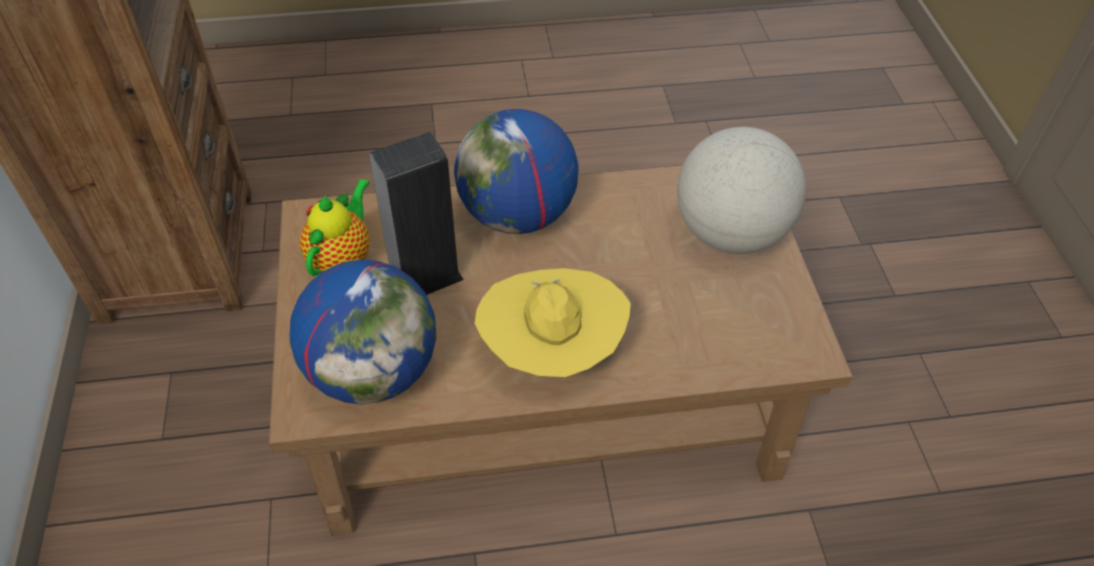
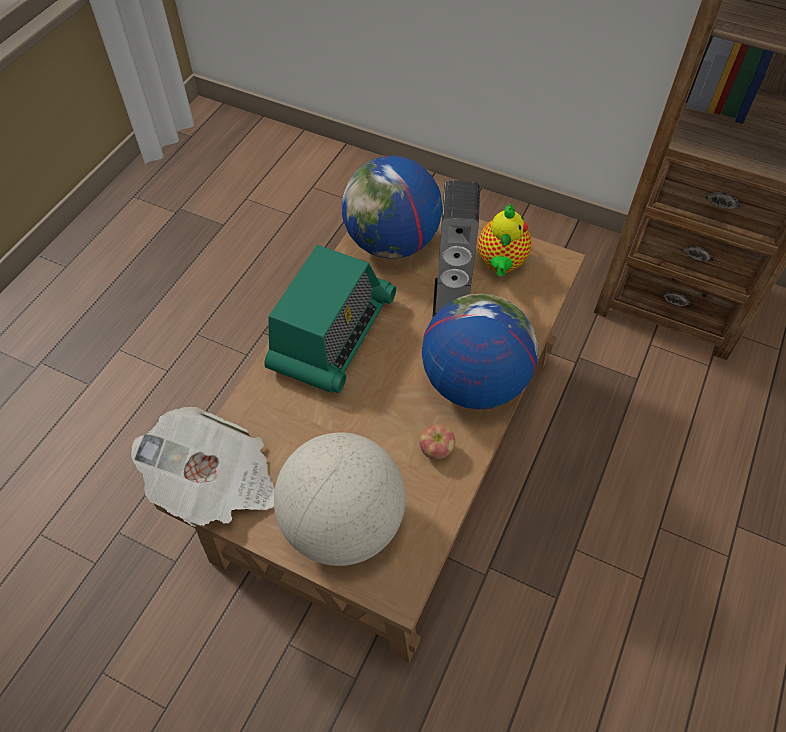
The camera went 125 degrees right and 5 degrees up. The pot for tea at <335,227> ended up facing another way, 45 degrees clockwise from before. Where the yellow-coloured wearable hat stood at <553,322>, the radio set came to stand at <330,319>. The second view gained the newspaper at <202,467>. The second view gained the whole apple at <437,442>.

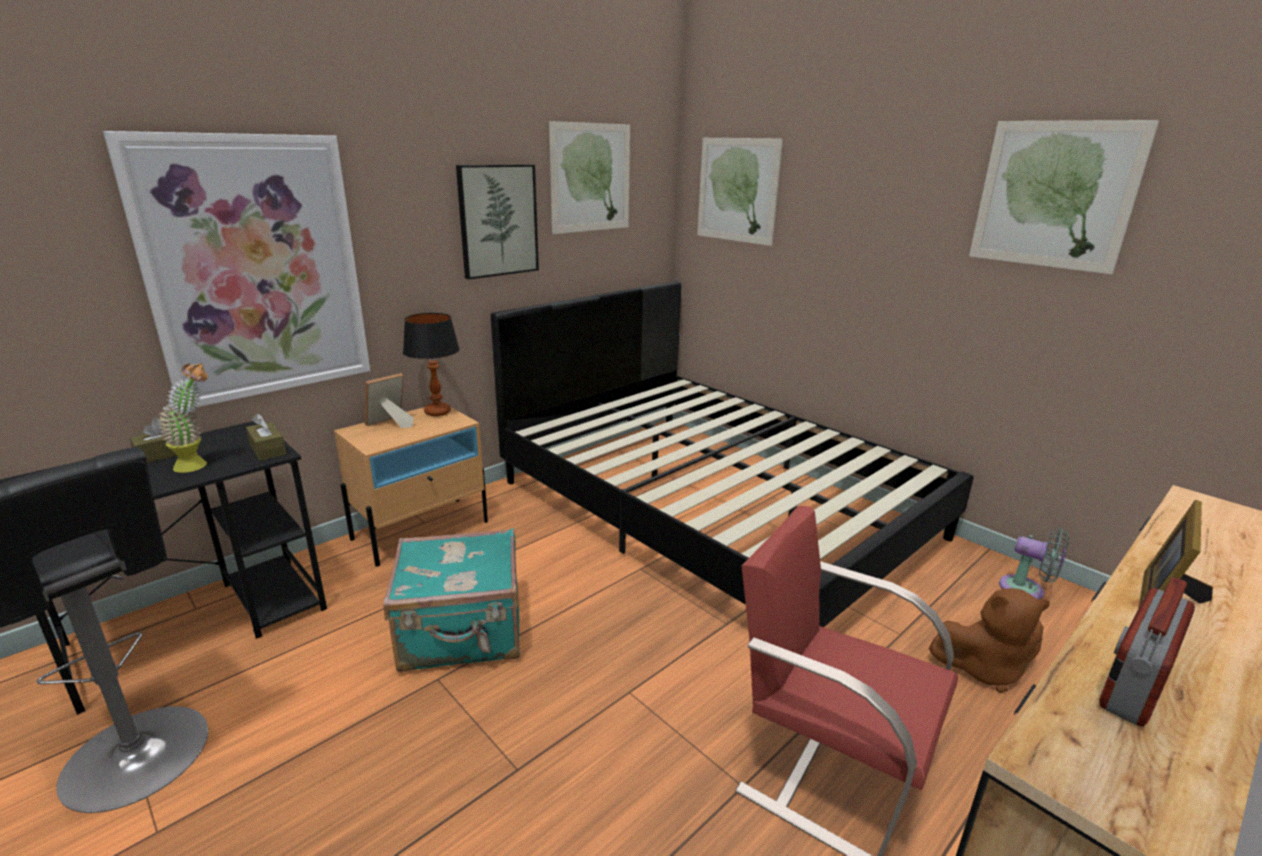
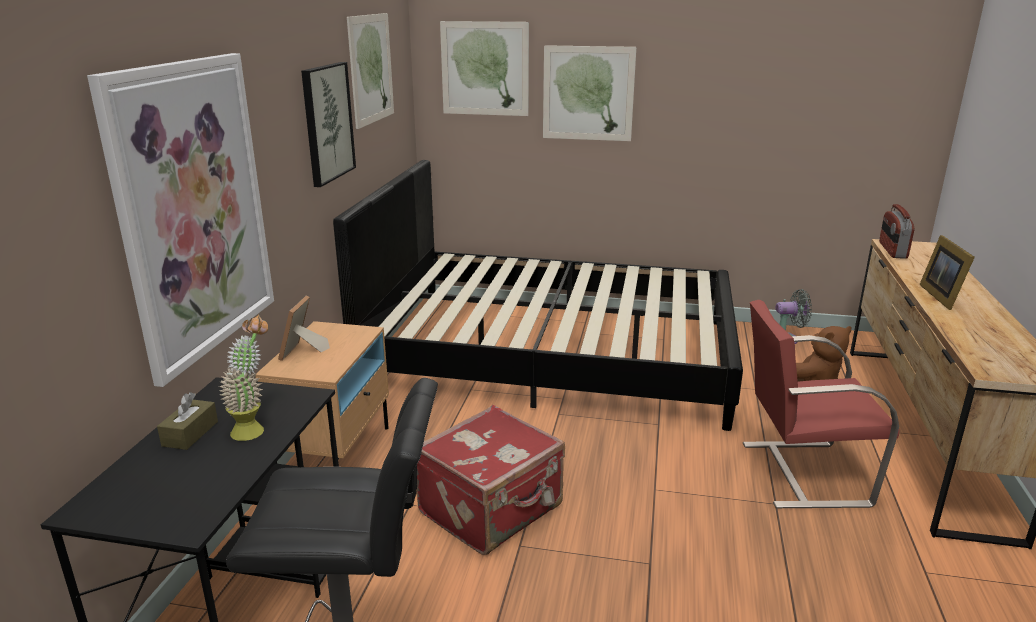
The camera went 35 degrees left and 0 degrees up. The second view lost the brown-coloured box of tissues at <266,437>. What was the turquoise-coloured travel case at <451,600> turned into the red travel case at <491,480>. The second view lost the table lamp at <431,364>. The wall picture ended up elsewhere, having gone from <1064,197> to <590,93>. The radio set ended up elsewhere, having gone from <1147,652> to <897,231>.

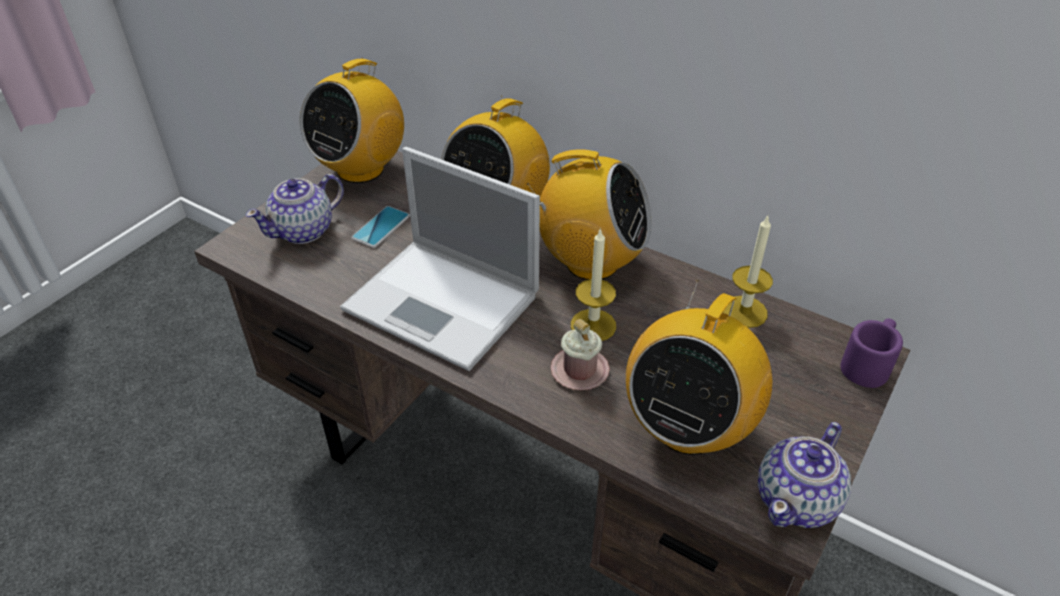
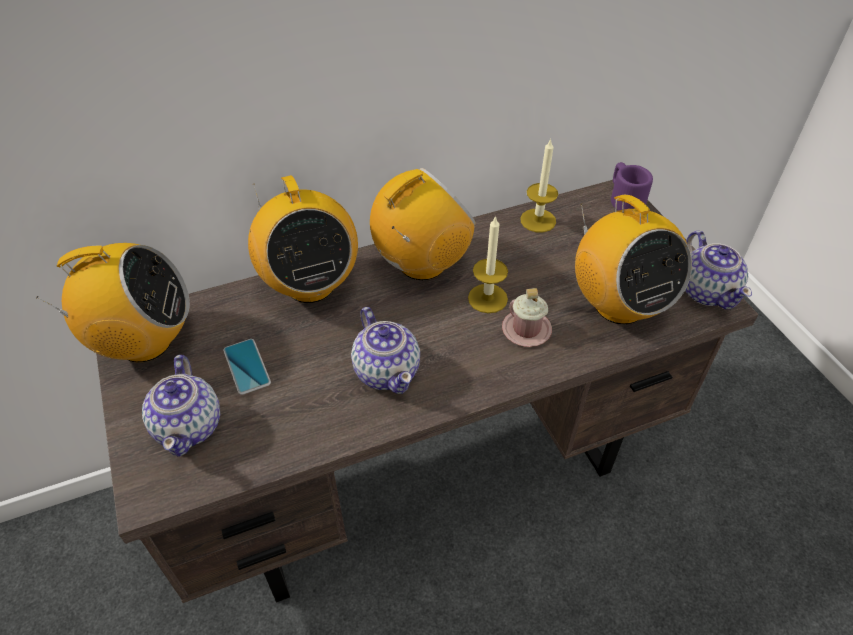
The camera went 55 degrees left and 5 degrees up. The radio set at <352,120> ended up facing another way, 75 degrees counterclockwise from before. Where the laptop stood at <440,259>, the pot for tea came to stand at <385,350>.

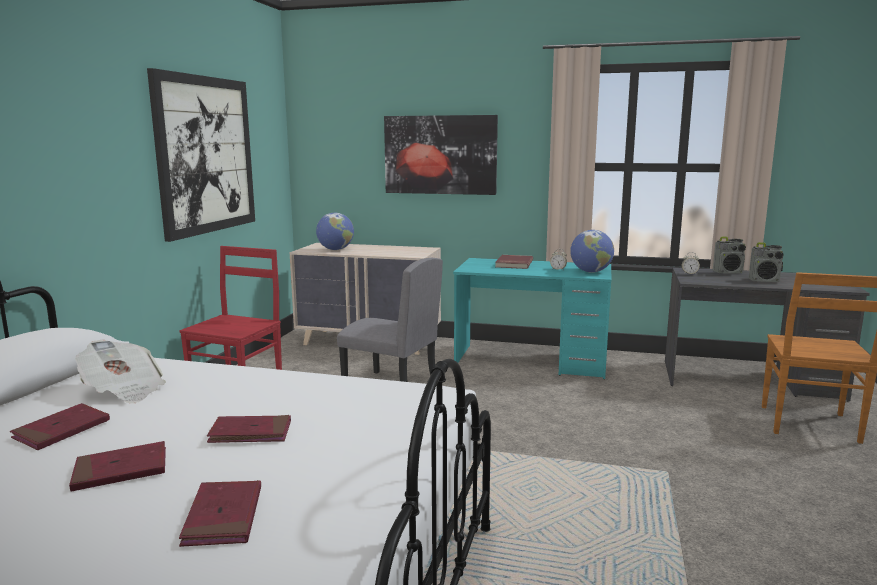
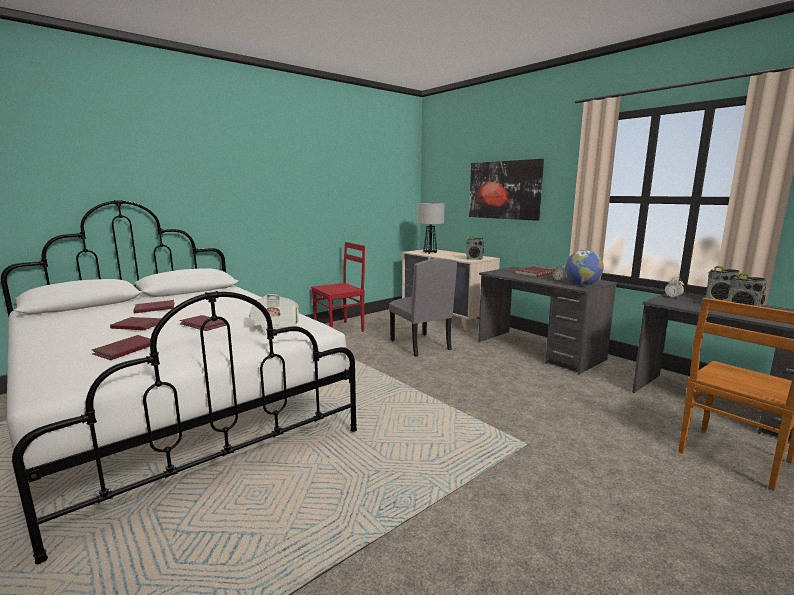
The camera went 35 degrees right and 0 degrees up. The newspaper ended up elsewhere, having gone from <120,371> to <274,314>. The second view lost the wall picture at <201,155>. Where the globe stood at <335,231>, the table lamp came to stand at <431,228>. What was the turquoise-coloured desk table at <532,318> turned into the gray desk table at <547,320>. The second view gained the radio set at <475,248>.

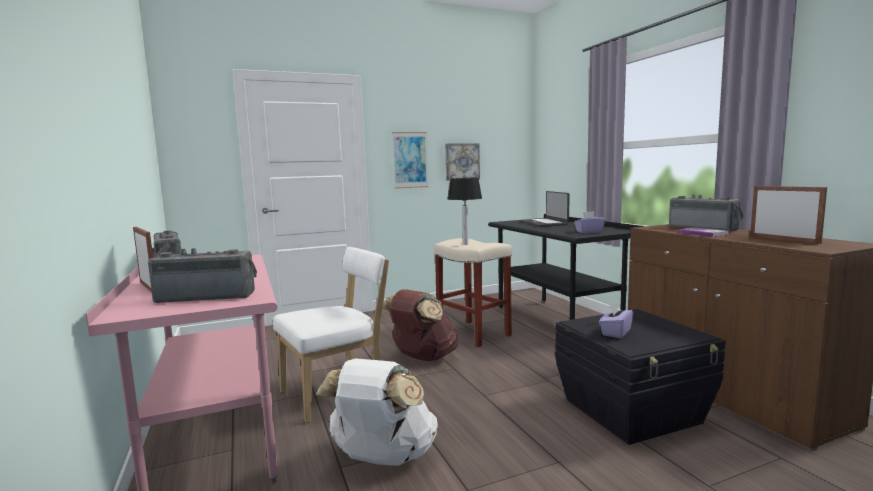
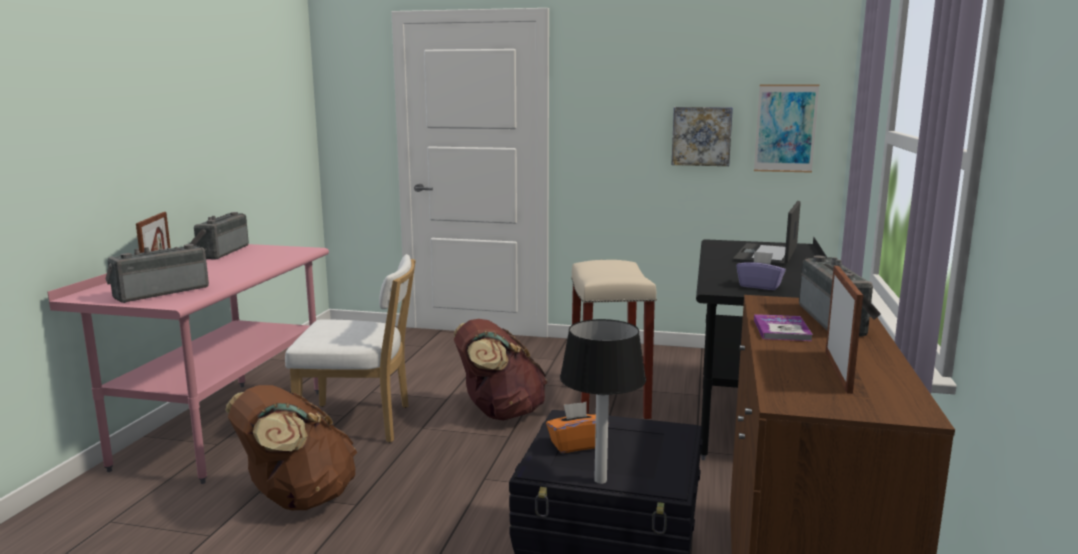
The camera went 35 degrees right and 5 degrees up. The radio set at <202,275> ended up facing another way, 75 degrees counterclockwise from before. What was the white knapsack at <377,412> turned into the brown-coloured knapsack at <291,447>. The wall picture ended up elsewhere, having gone from <410,160> to <786,129>. The table lamp ended up elsewhere, having gone from <465,211> to <603,401>. What was the purple box of tissues at <616,320> turned into the orange-coloured box of tissues at <571,427>.

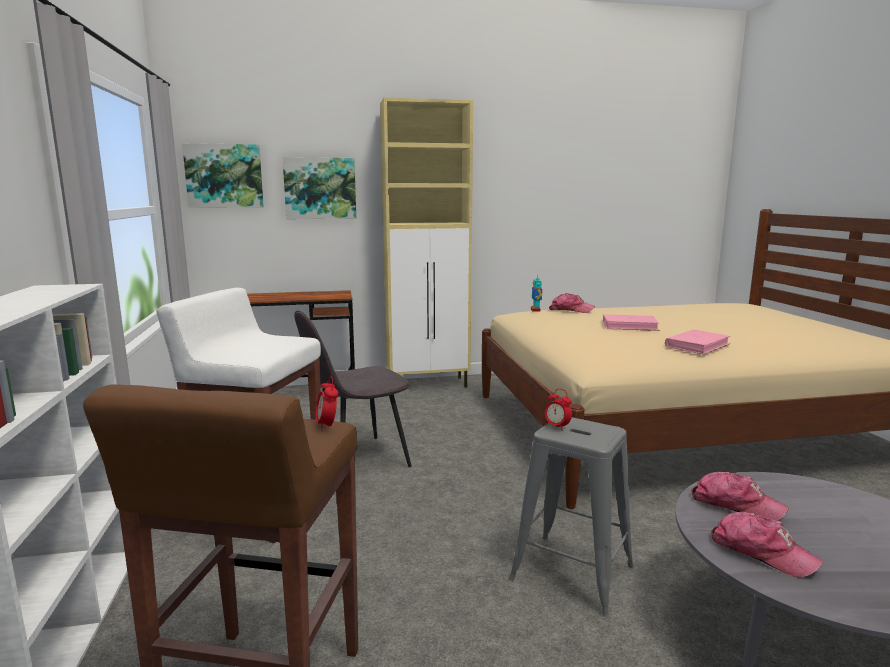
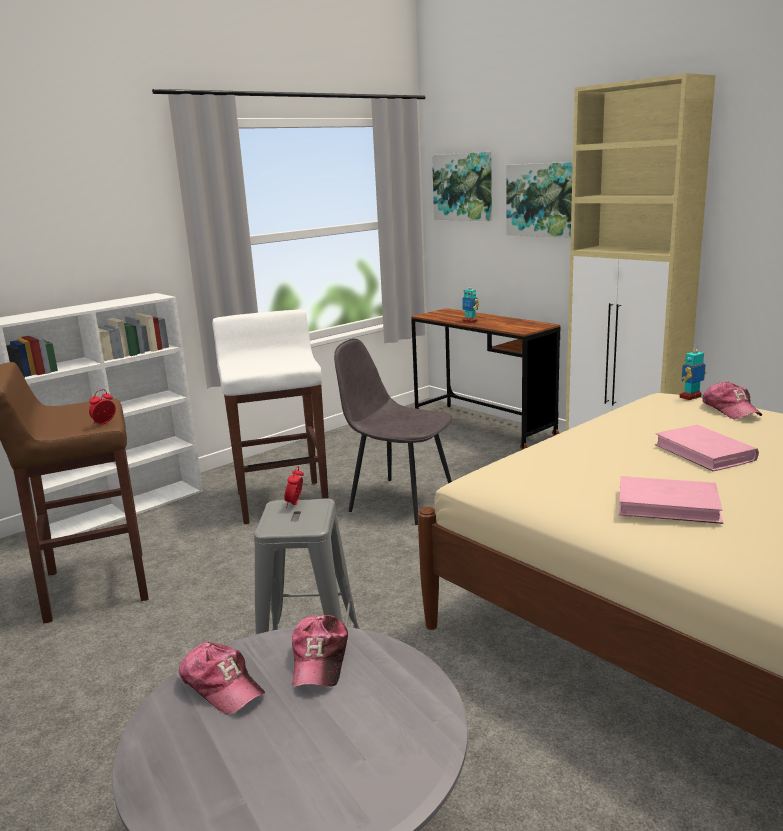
The camera went 60 degrees right and 5 degrees up. The peaked cap at <767,545> ended up facing another way, 60 degrees counterclockwise from before. The second view gained the robot figure at <470,304>.

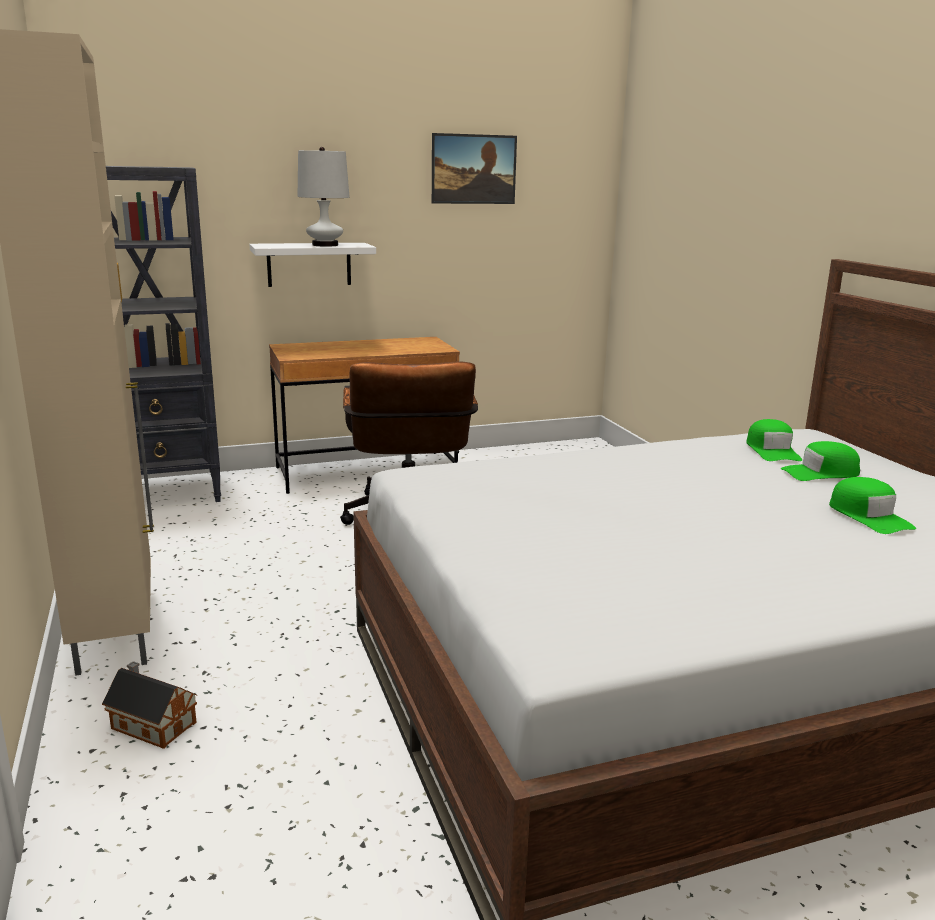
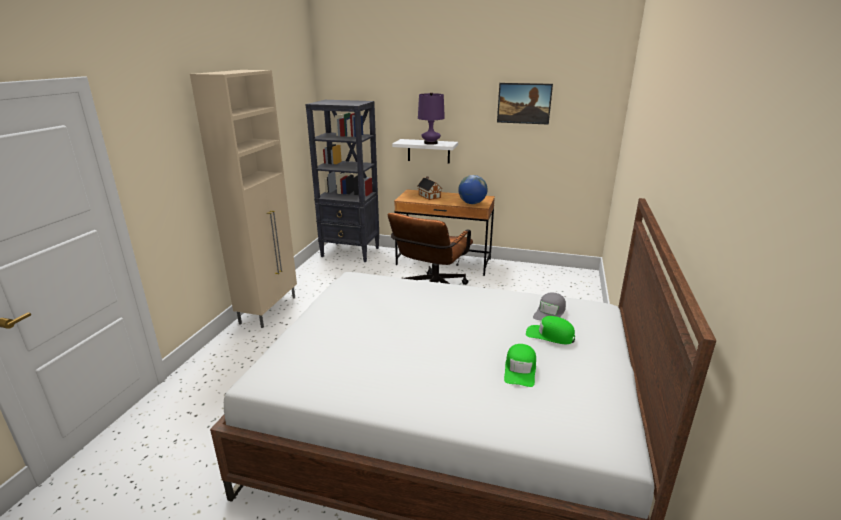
The camera went 35 degrees right and 5 degrees up. The model house ended up elsewhere, having gone from <150,705> to <429,188>. What was the white table lamp at <323,197> turned into the purple table lamp at <431,118>. What was the green-coloured peaked cap at <774,440> turned into the gray peaked cap at <549,306>. The second view gained the globe at <472,189>.

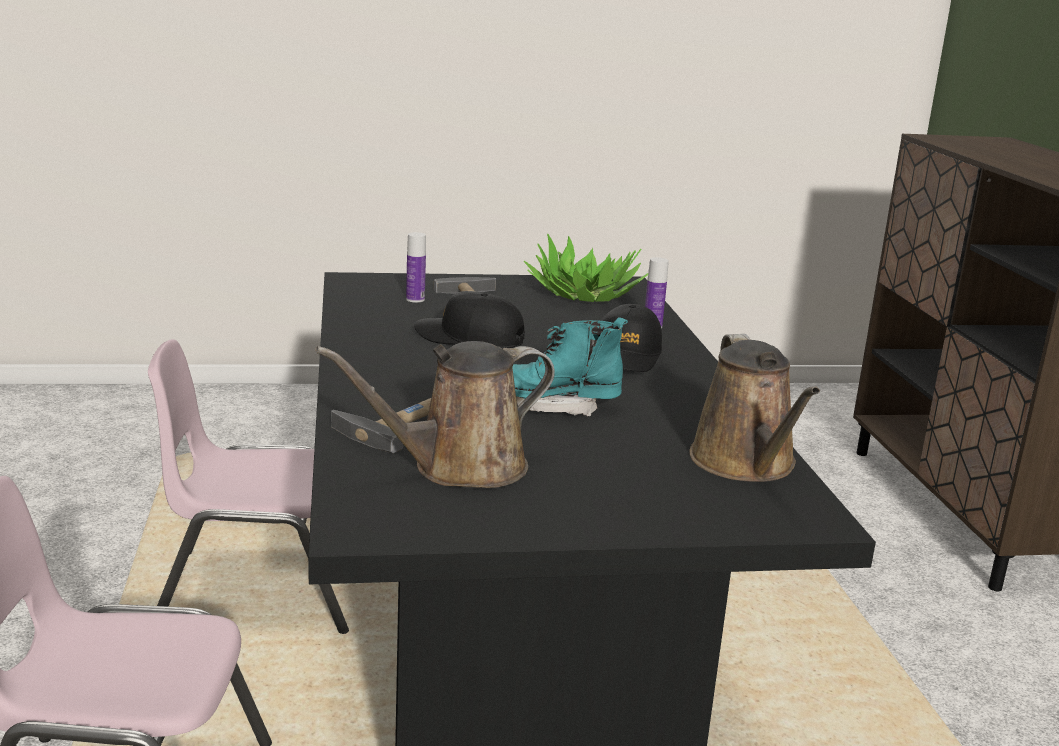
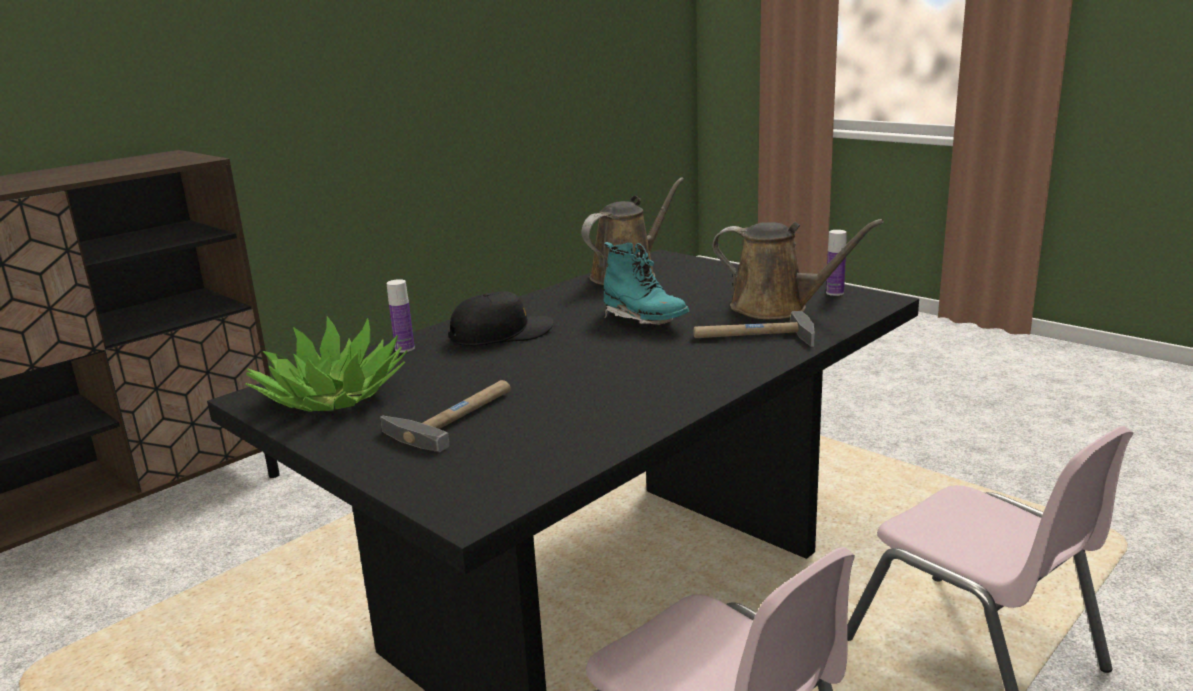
The camera went 125 degrees left and 0 degrees up. The beverage bottle ended up elsewhere, having gone from <416,267> to <836,263>. The second view lost the black peaked cap at <469,320>.

